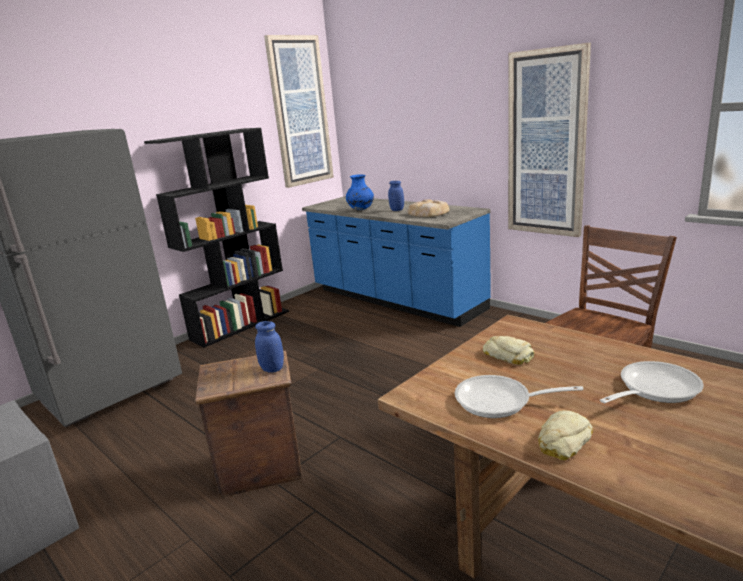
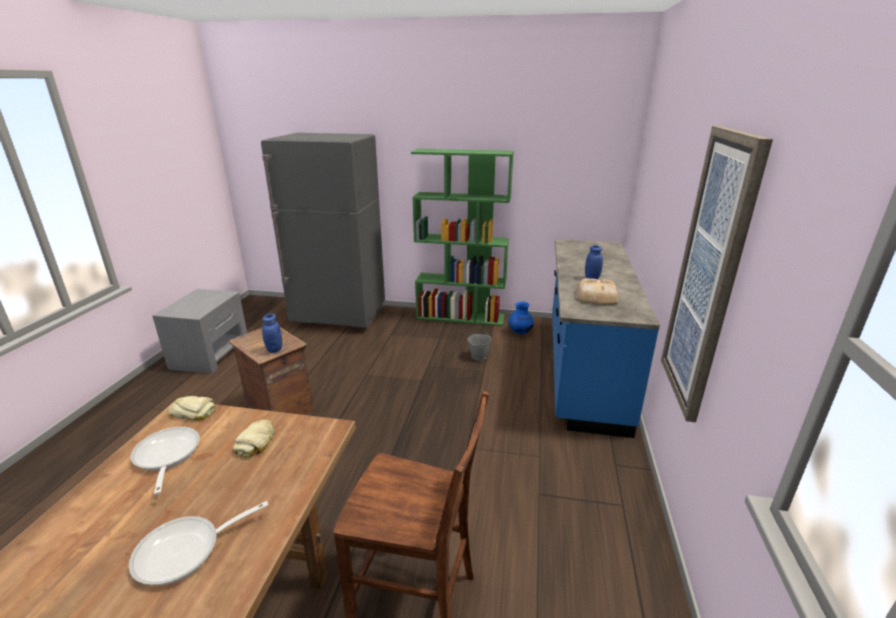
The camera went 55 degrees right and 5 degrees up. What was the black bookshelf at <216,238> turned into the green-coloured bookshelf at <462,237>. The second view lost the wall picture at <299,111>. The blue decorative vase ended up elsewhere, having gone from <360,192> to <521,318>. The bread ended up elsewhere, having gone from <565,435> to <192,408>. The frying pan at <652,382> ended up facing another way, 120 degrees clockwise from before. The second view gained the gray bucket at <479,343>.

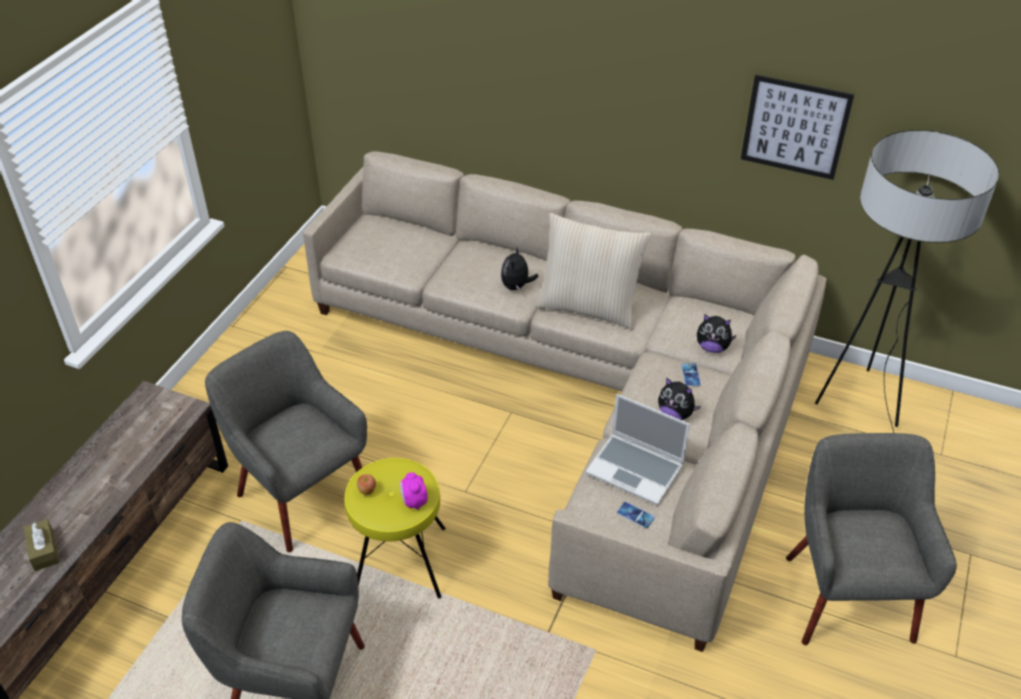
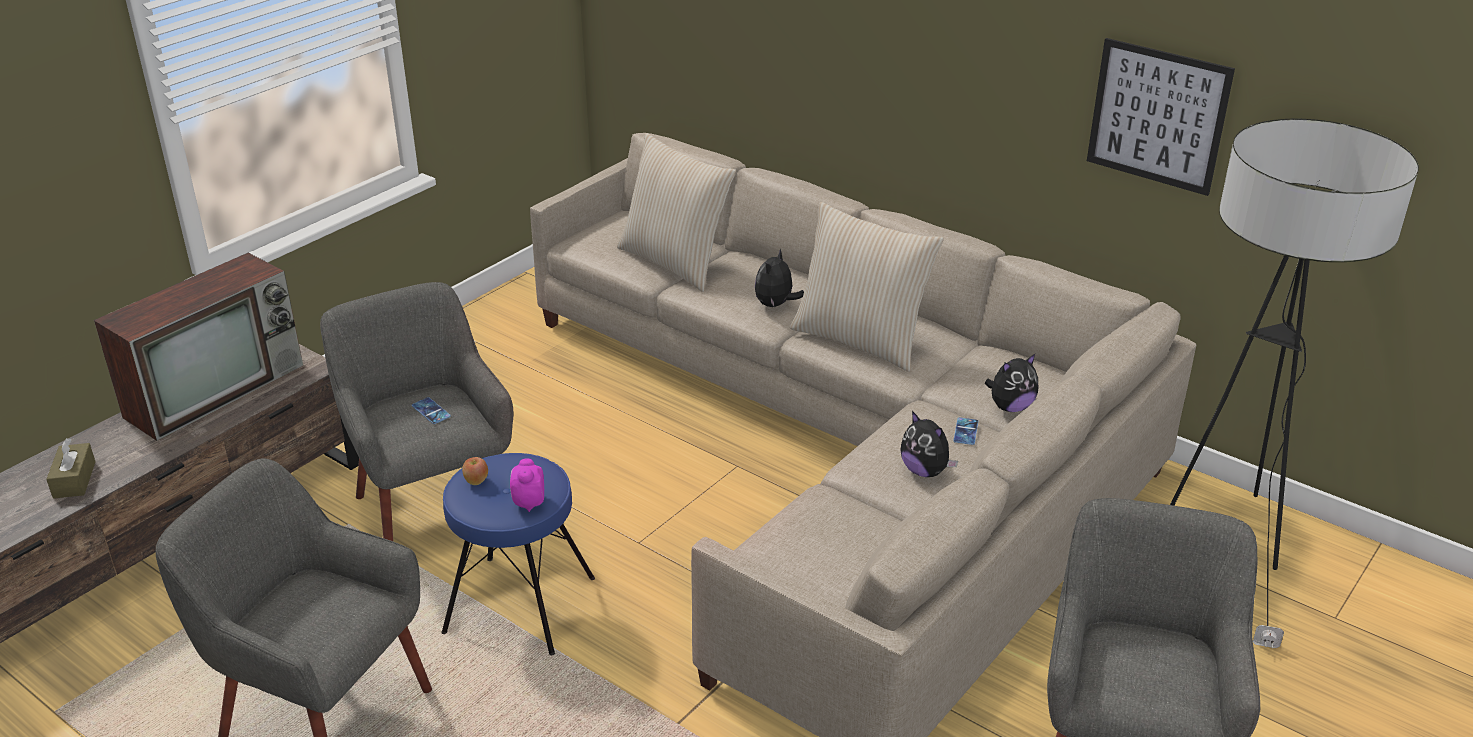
The camera went 15 degrees right and 10 degrees down. What was the yellow-coloured stool seat at <395,528> turned into the blue stool seat at <518,554>. The second view lost the laptop at <638,450>. The telephone ended up elsewhere, having gone from <636,515> to <431,410>. The plush toy at <716,333> ended up facing another way, 60 degrees counterclockwise from before. The second view gained the TV at <198,347>. The second view gained the sand-coloured pillow at <676,212>.

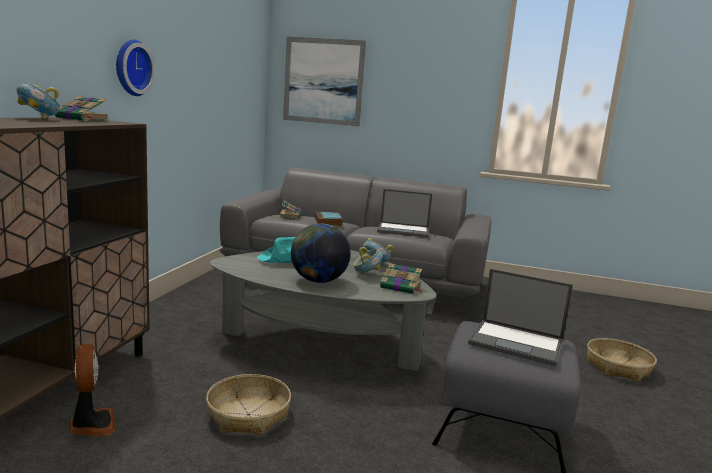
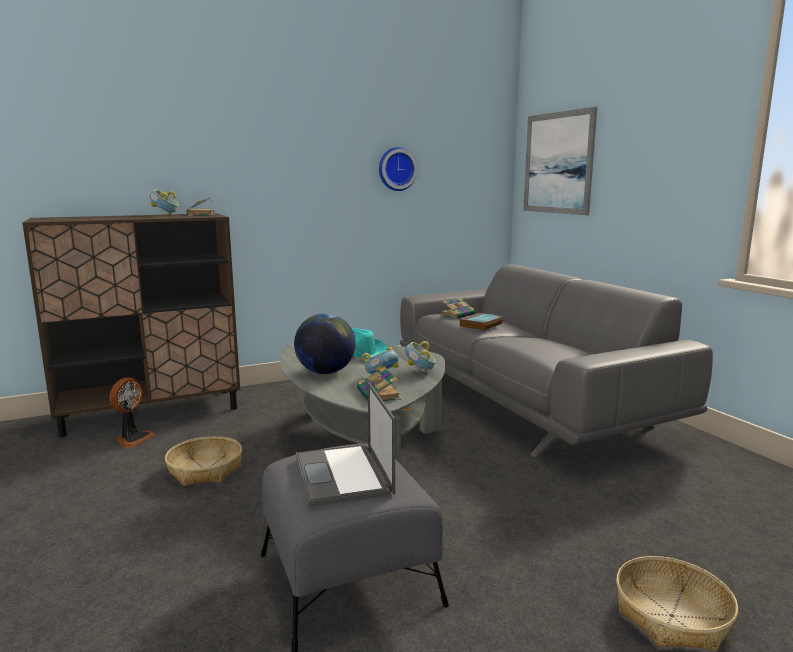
The camera went 50 degrees right and 0 degrees up. The wall clock ended up elsewhere, having gone from <135,68> to <398,169>. The second view lost the laptop at <404,213>.

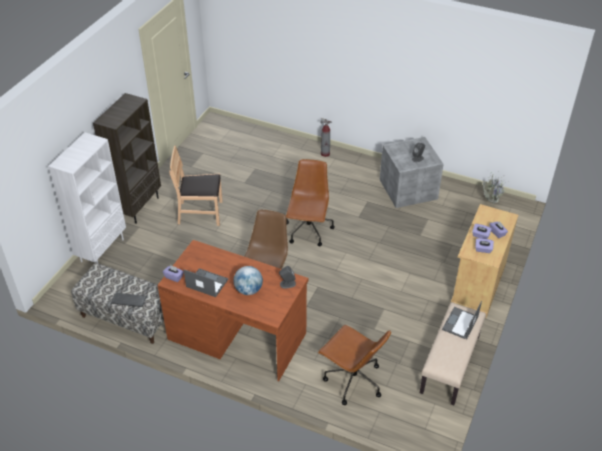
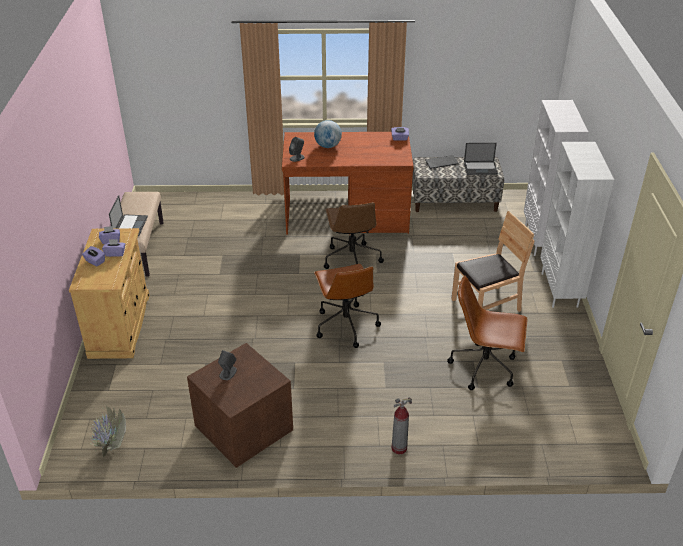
The camera went 155 degrees right and 5 degrees down. What was the brown-coloured bookshelf at <127,158> turned into the white bookshelf at <577,225>. The laptop ended up elsewhere, having gone from <206,282> to <481,158>. The brown-coloured desk chair ended up elsewhere, having gone from <354,365> to <487,333>. What was the gray storage container at <412,172> turned into the brown-coloured storage container at <240,405>.

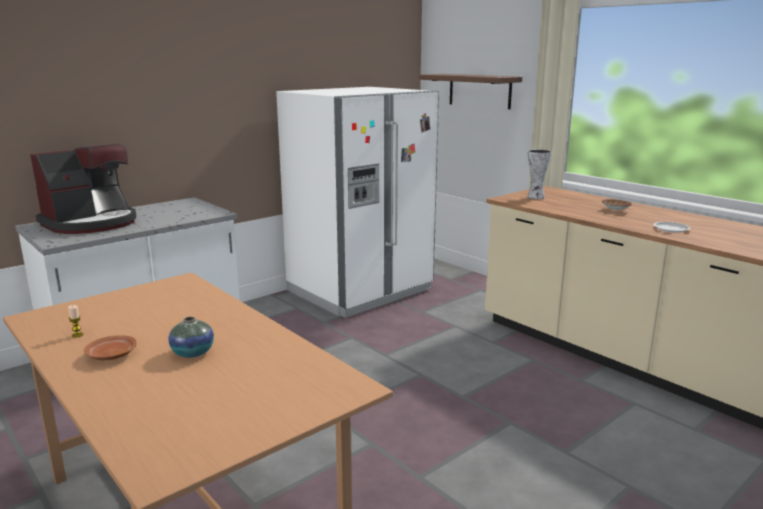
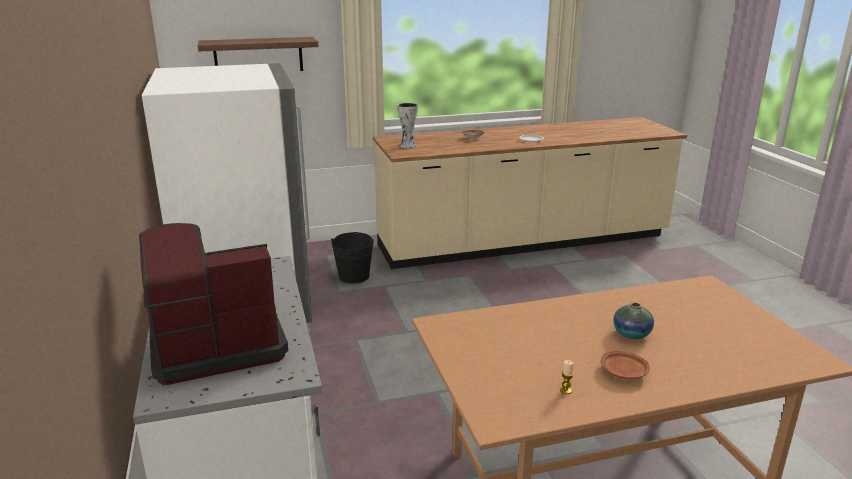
The camera went 65 degrees left and 5 degrees up. The coffee machine at <83,189> ended up facing another way, 90 degrees counterclockwise from before. The second view gained the black bucket at <352,257>.

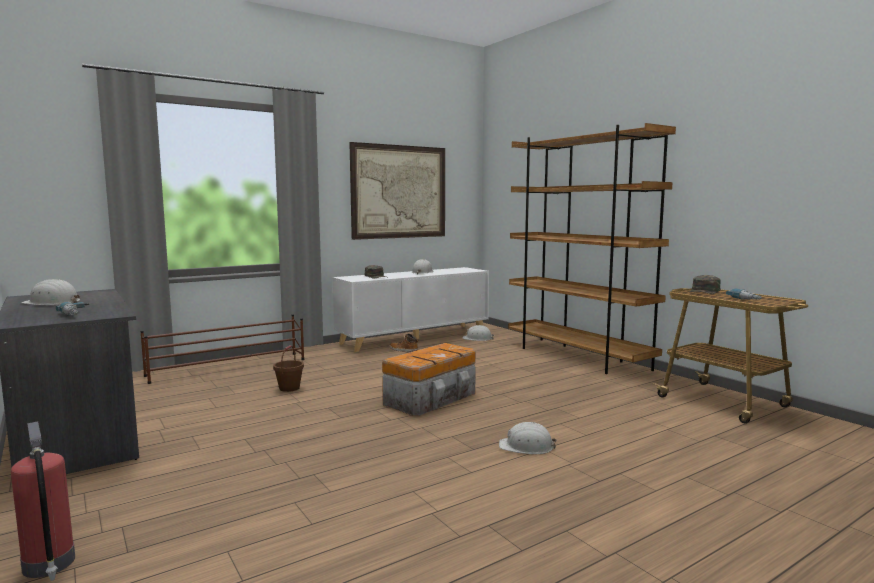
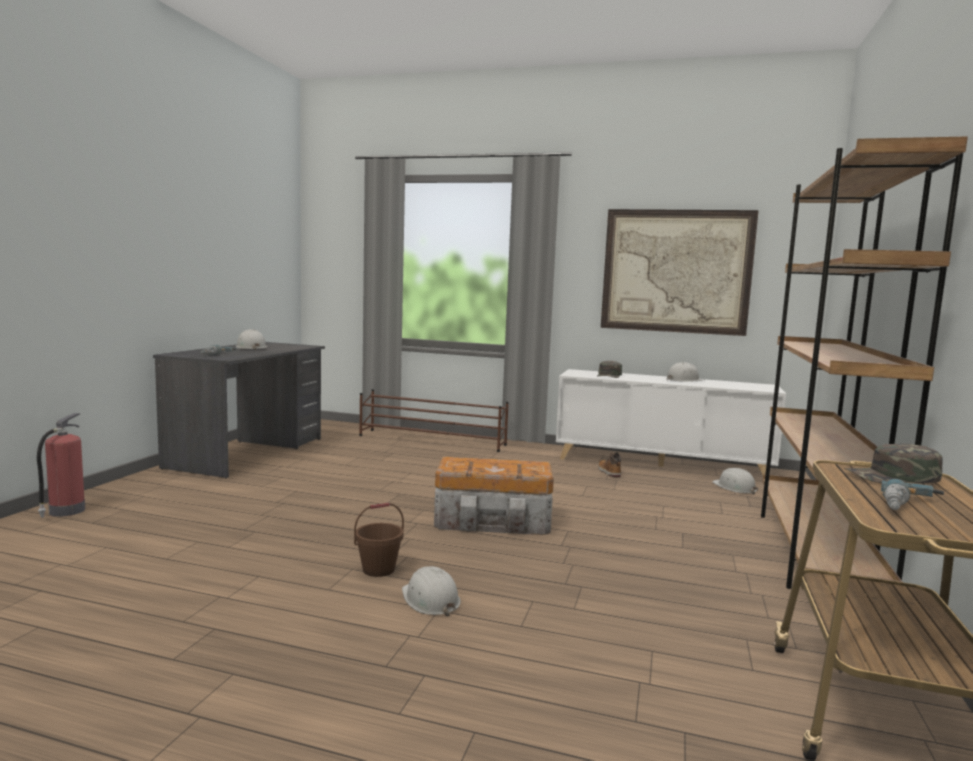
The camera went 50 degrees right and 0 degrees up. The brown-coloured bucket ended up elsewhere, having gone from <288,368> to <379,540>.

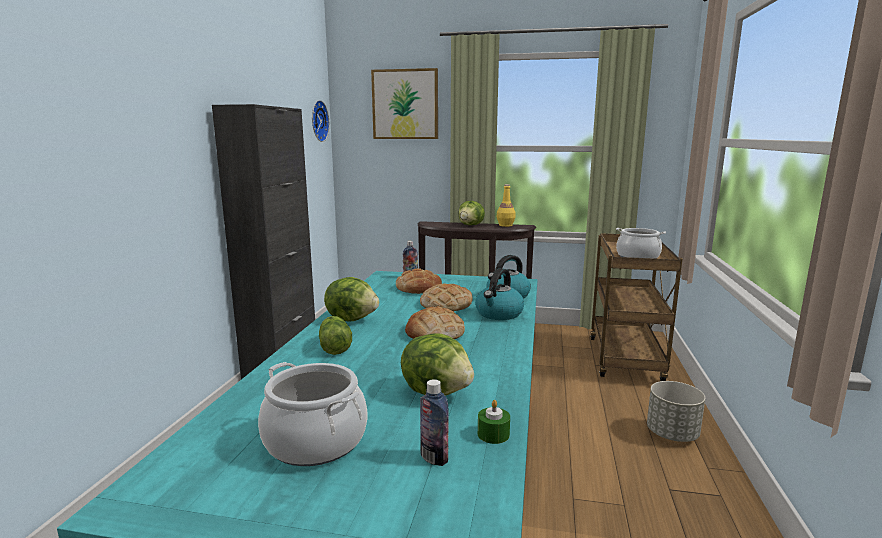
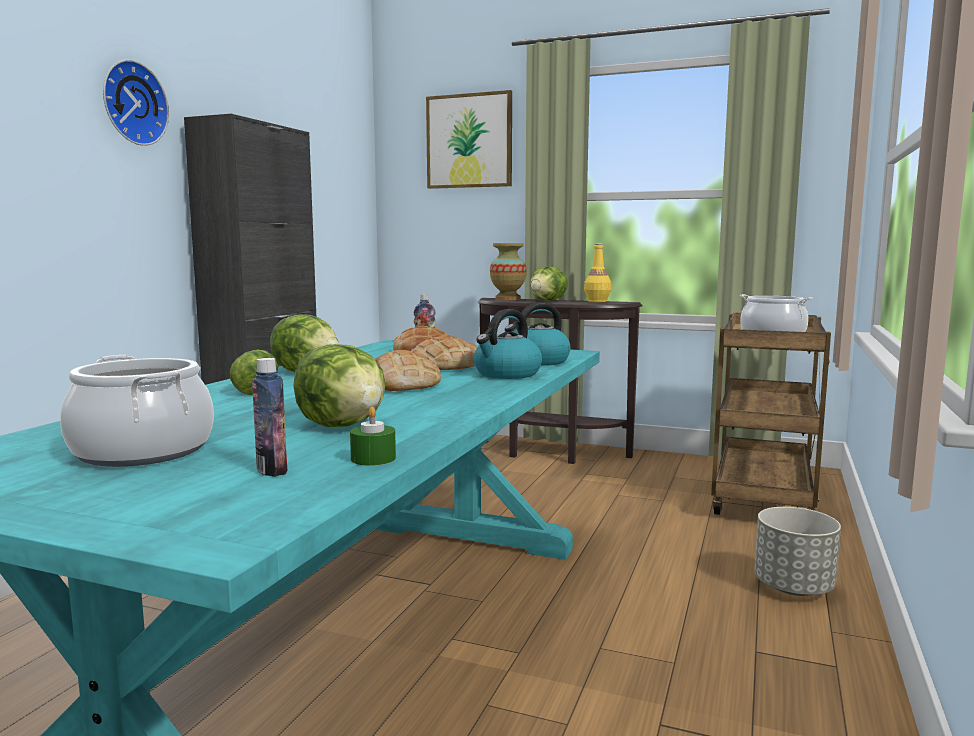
The camera went 10 degrees right and 5 degrees down. The wall clock ended up elsewhere, having gone from <320,121> to <136,103>. The second view gained the decorative vase at <508,271>.

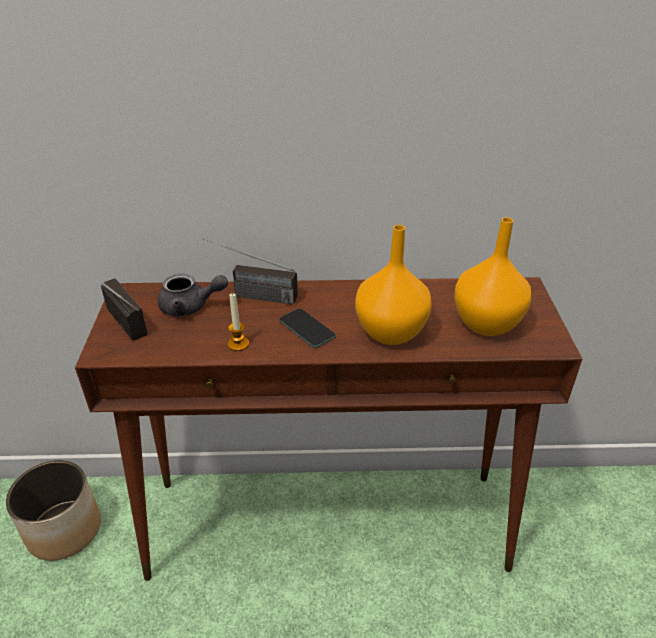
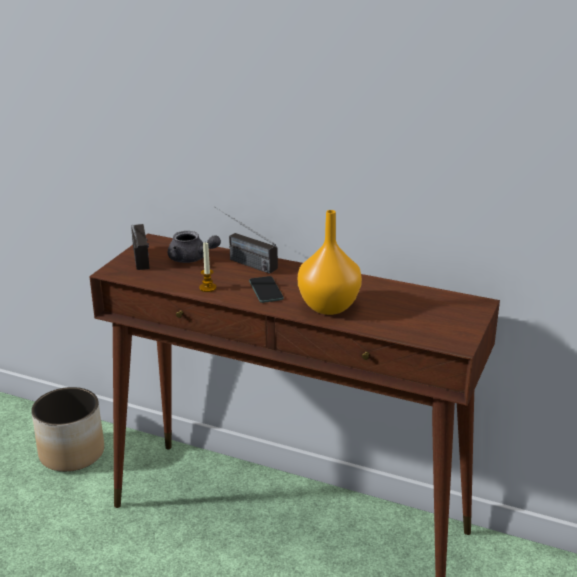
The camera went 25 degrees right and 10 degrees down. The second view lost the orange-coloured decorative vase at <492,276>.

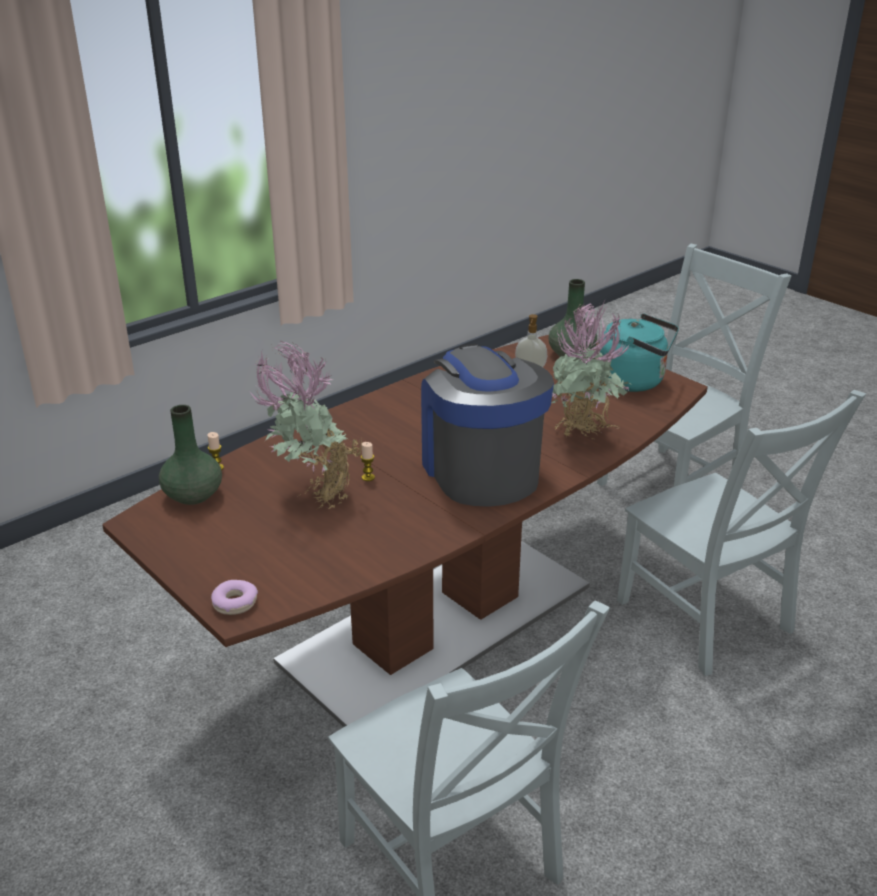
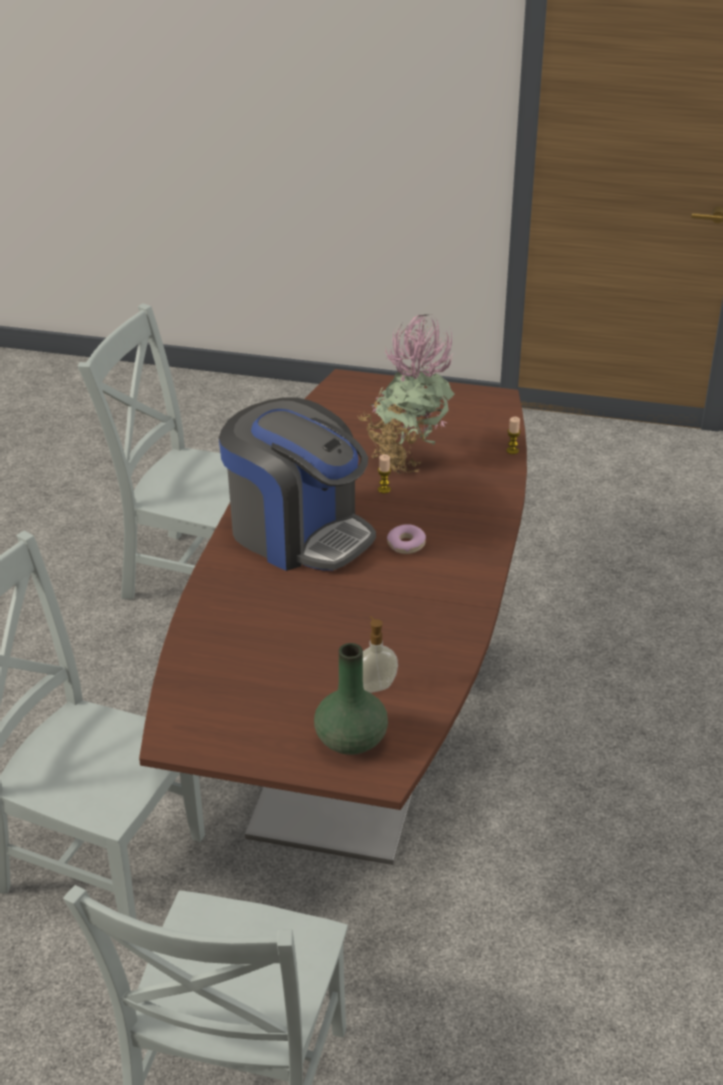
The camera went 145 degrees right and 5 degrees up. The second view lost the green-coloured decorative vase at <190,455>. The doughnut ended up elsewhere, having gone from <234,597> to <406,539>. The second view lost the plant in a pot at <591,370>. The second view lost the turquoise-coloured water kettle at <639,353>.

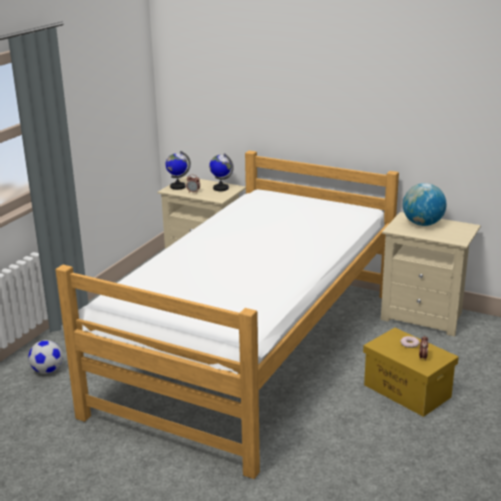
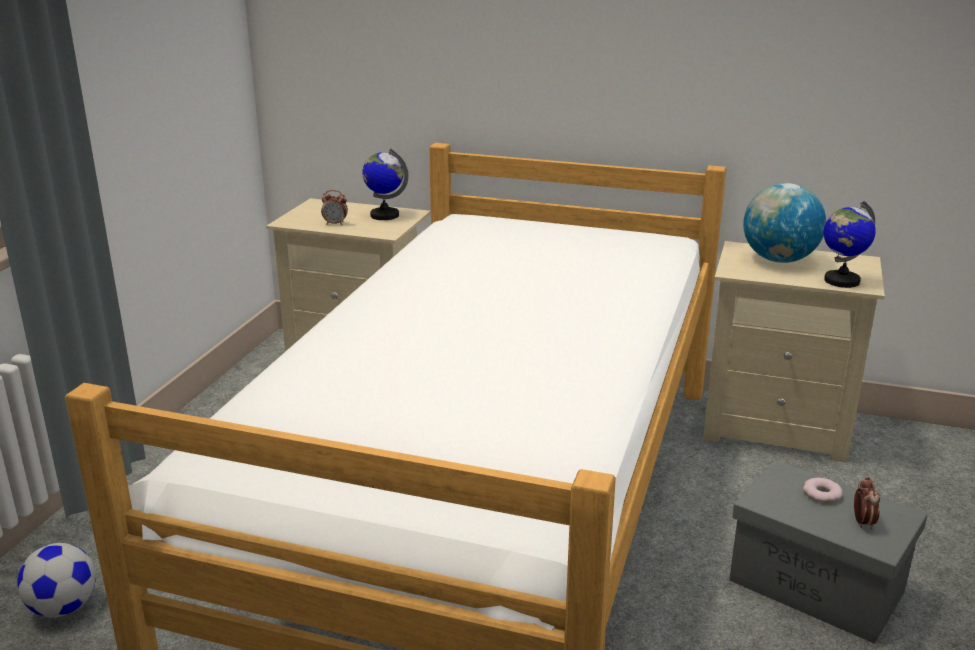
The camera went 10 degrees left and 0 degrees up. The globe ended up elsewhere, having gone from <178,170> to <850,244>. What was the yellow-coloured storage container at <411,372> turned into the gray storage container at <828,552>.

